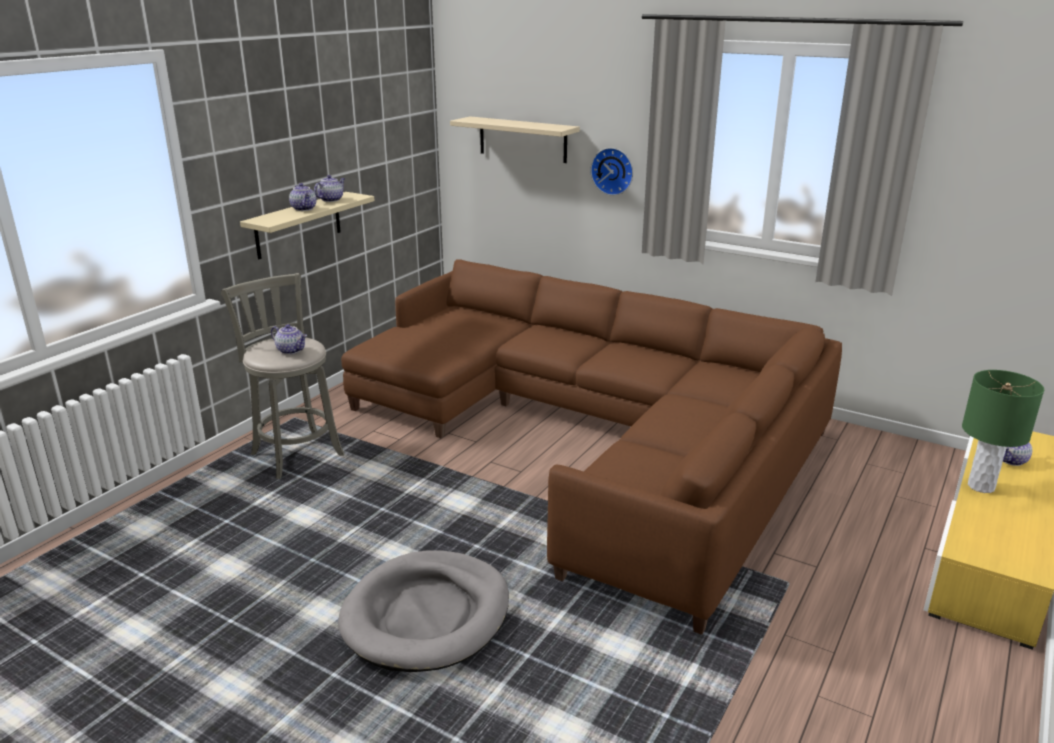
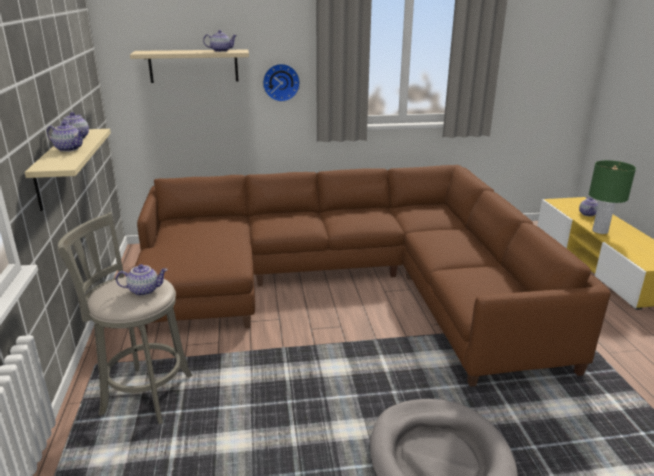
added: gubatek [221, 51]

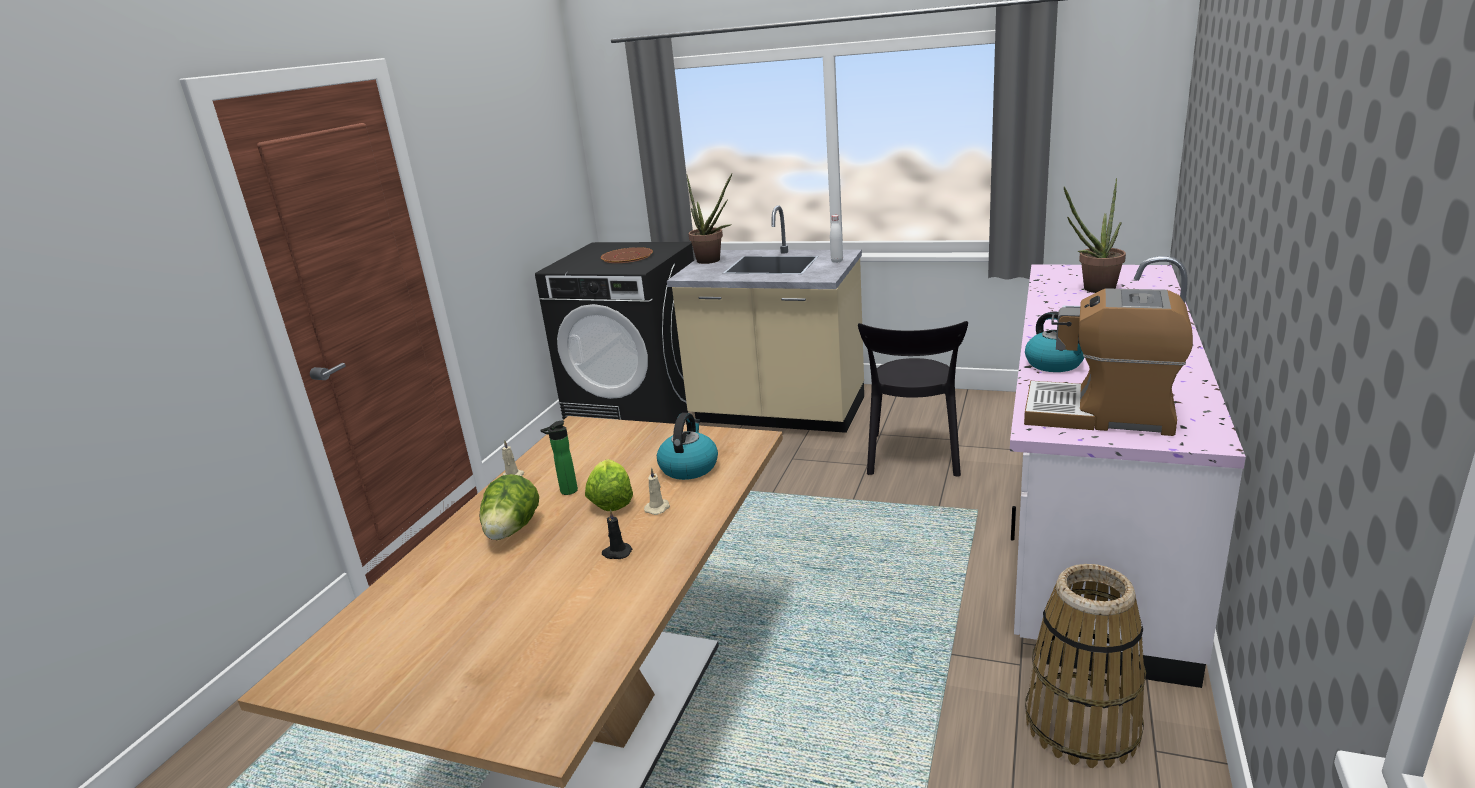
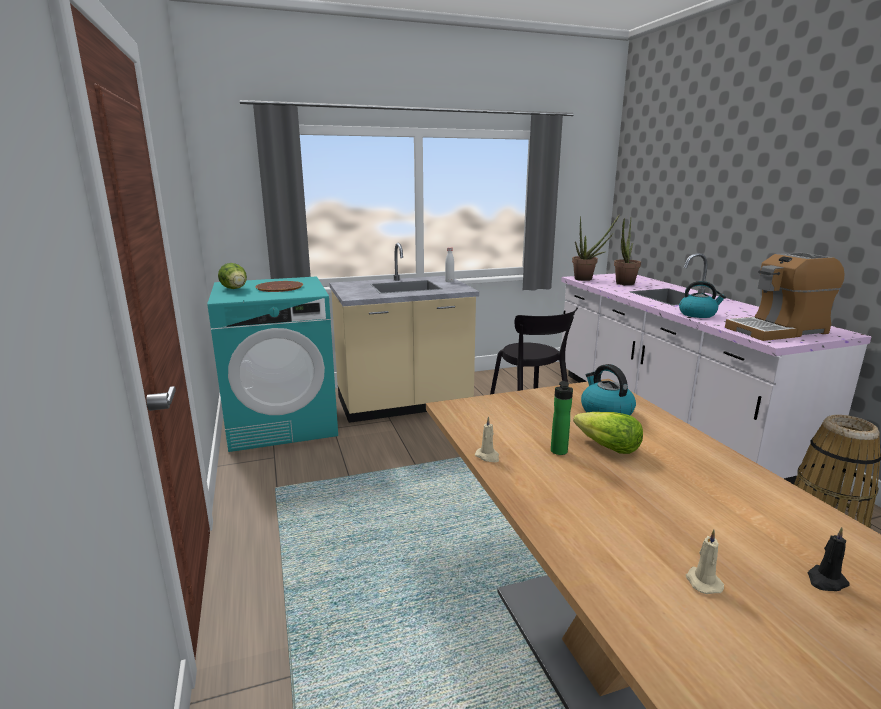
moved: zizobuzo [512, 531] to [235, 289]; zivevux [712, 261] to [587, 279]; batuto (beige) [658, 508] to [702, 581]; batuto (black) [616, 553] to [826, 581]
recoloured: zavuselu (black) [639, 407] to zavuselu (turquoise) [283, 423]

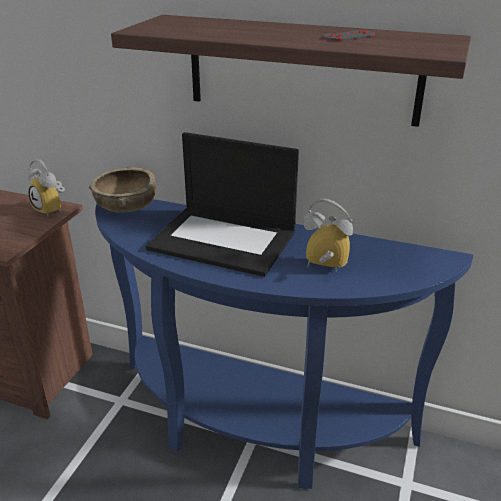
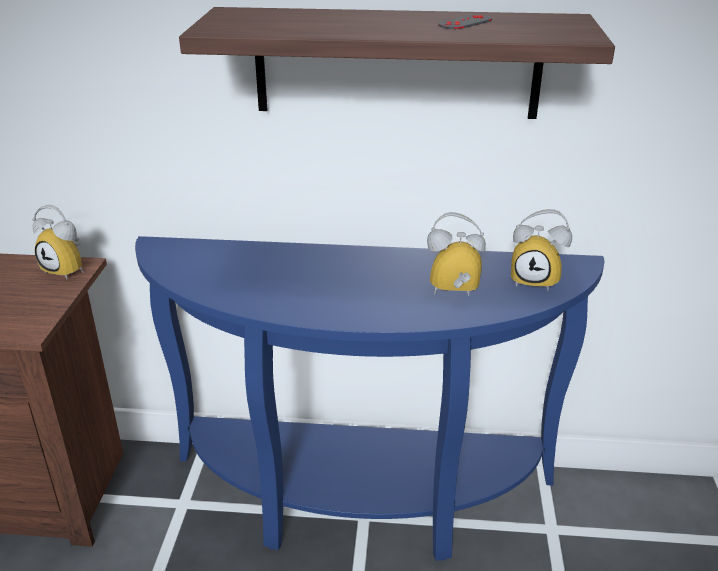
removed: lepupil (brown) [126, 206]; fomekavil [225, 240]
added: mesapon [536, 280]

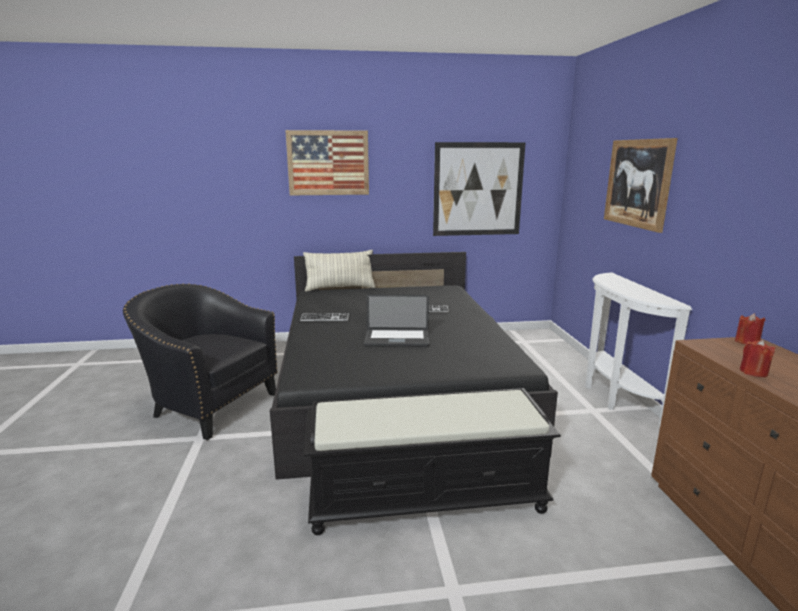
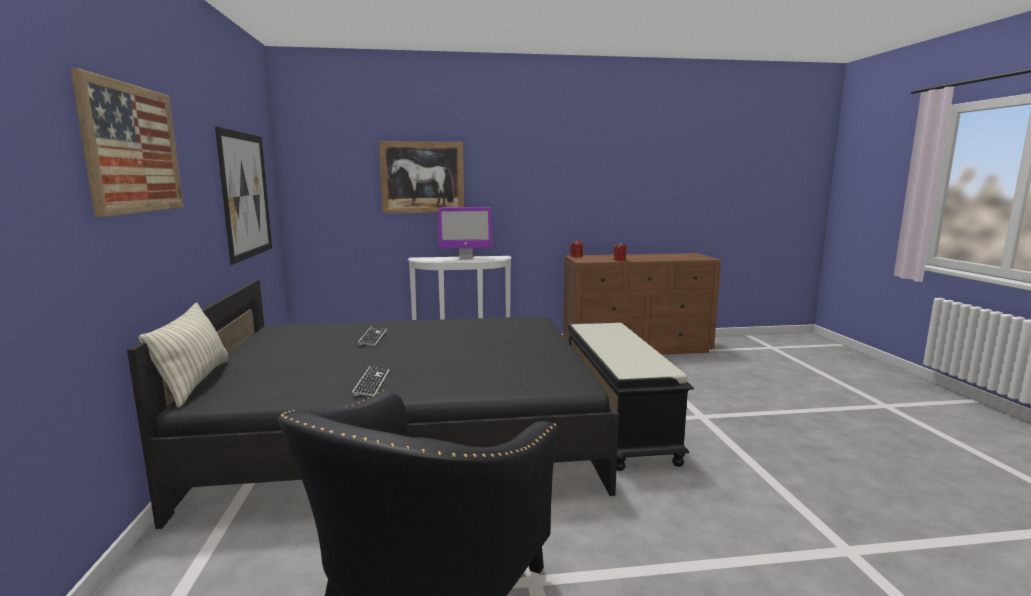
removed: fomekavil [397, 339]
added: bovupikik [465, 258]

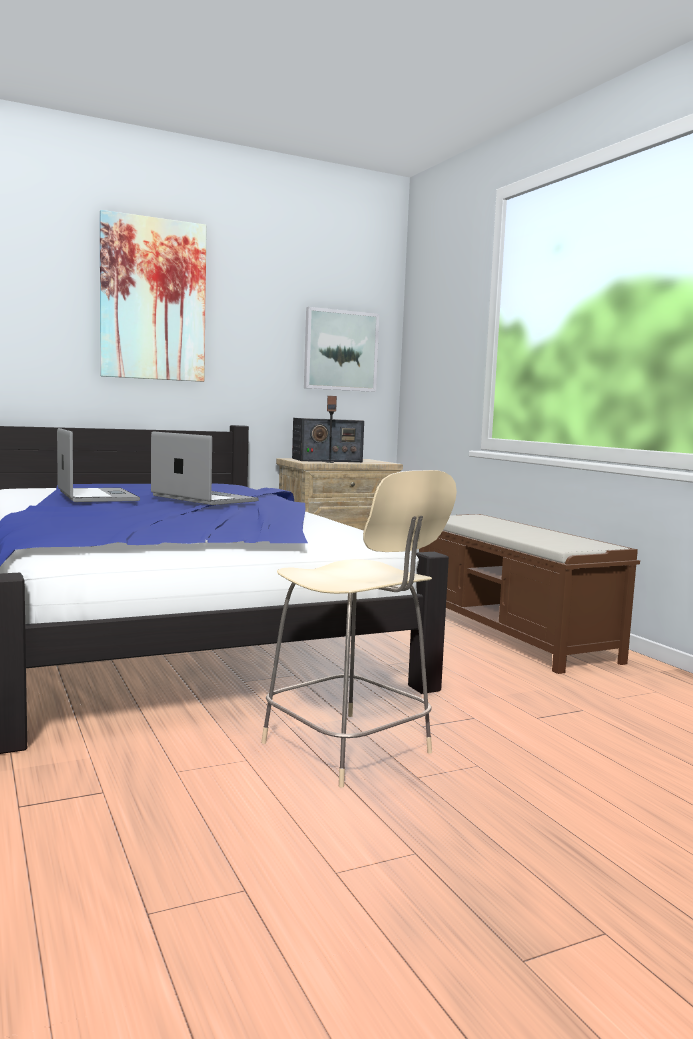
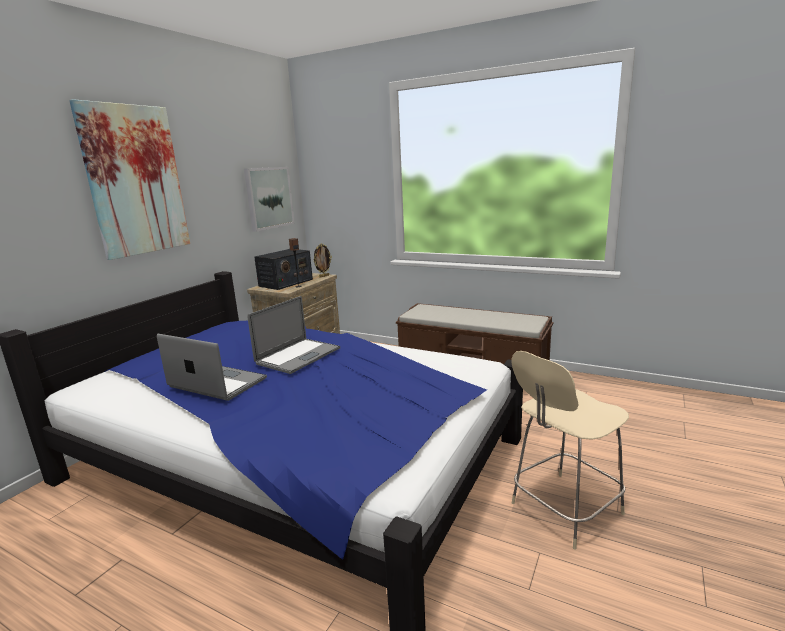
added: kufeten [324, 276]
turned: fomekavil [204, 498] = [298, 356] 120 degrees clockwise; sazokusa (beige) [350, 750] = [563, 510] 135 degrees clockwise

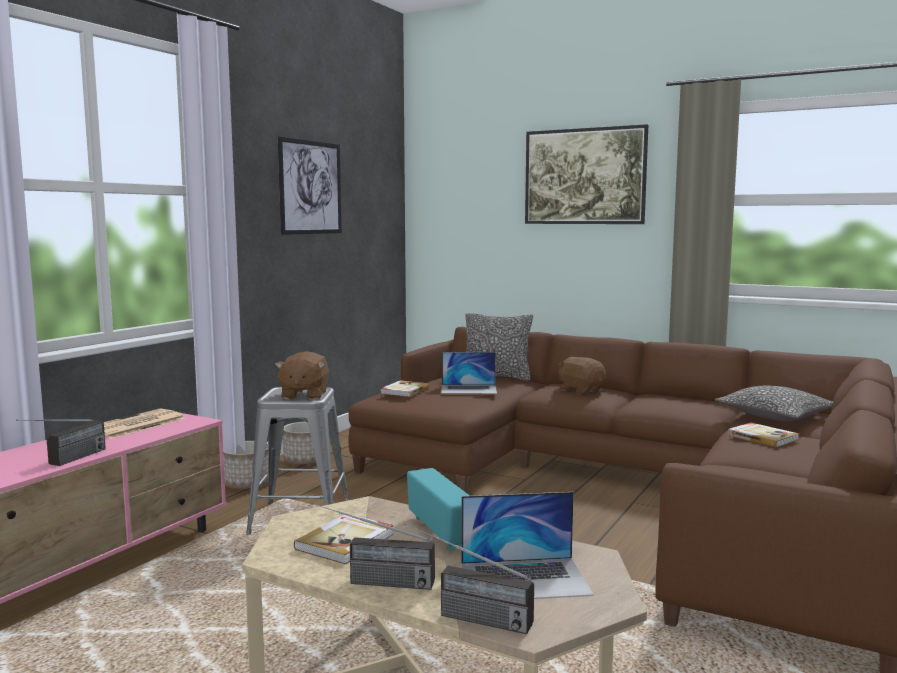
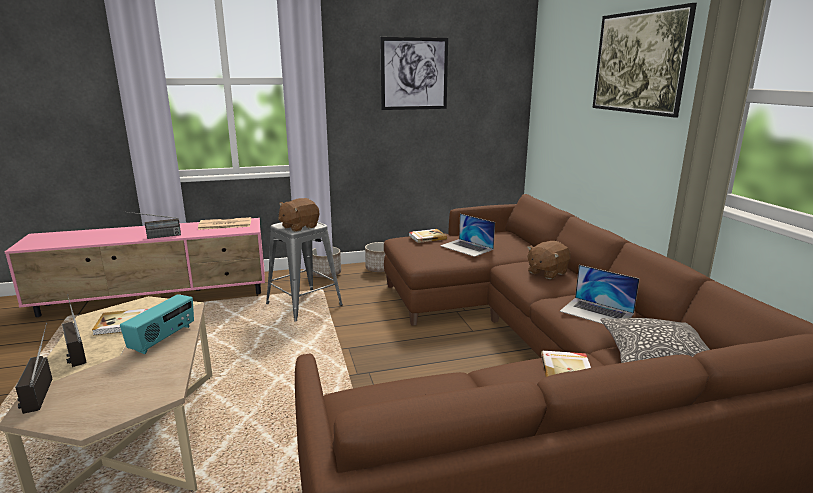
removed: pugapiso [496, 377]
moved: fomekavil [525, 579] to [597, 312]
turned: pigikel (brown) [580, 391] = [546, 272] 135 degrees counterclockwise

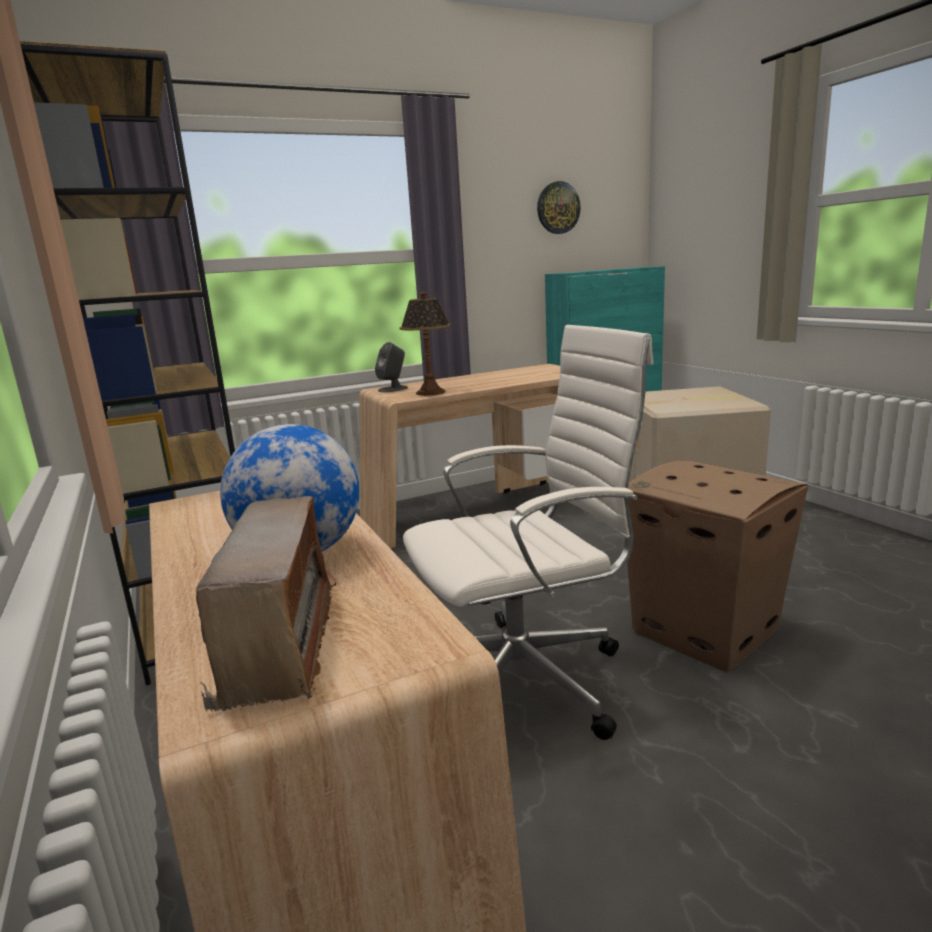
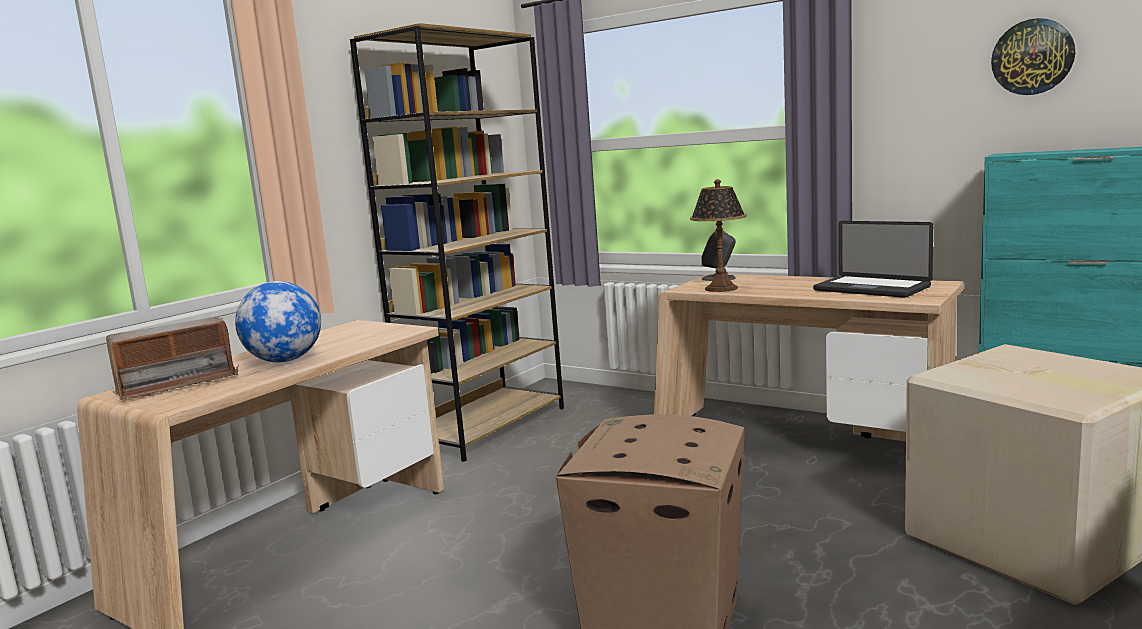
removed: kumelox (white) [526, 680]
added: fomekavil [871, 289]

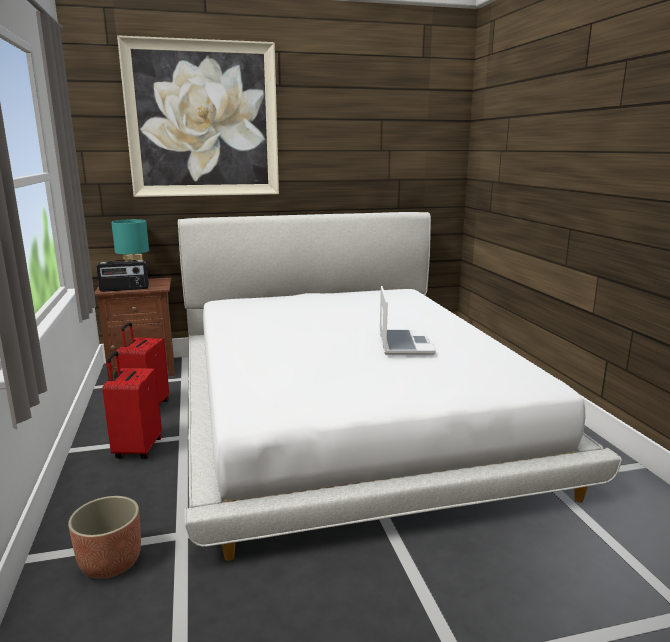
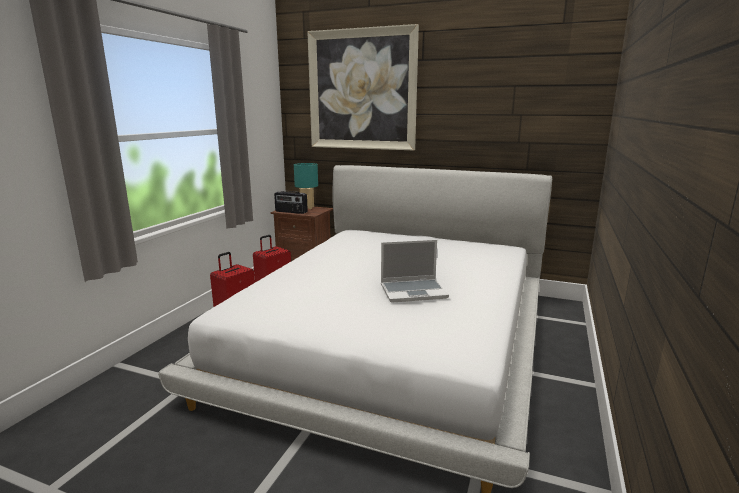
removed: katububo [110, 563]
turned: fomekavil [404, 343] = [414, 291] 45 degrees clockwise

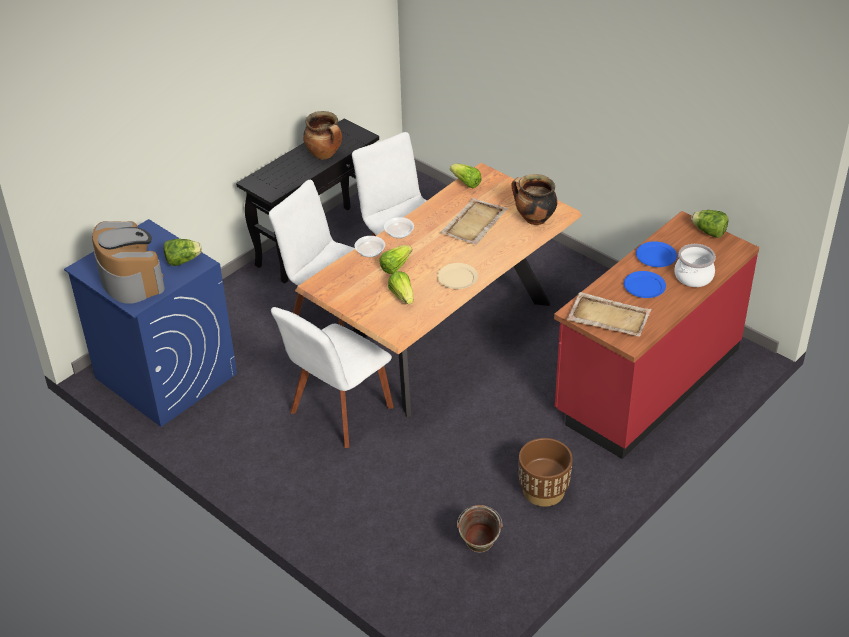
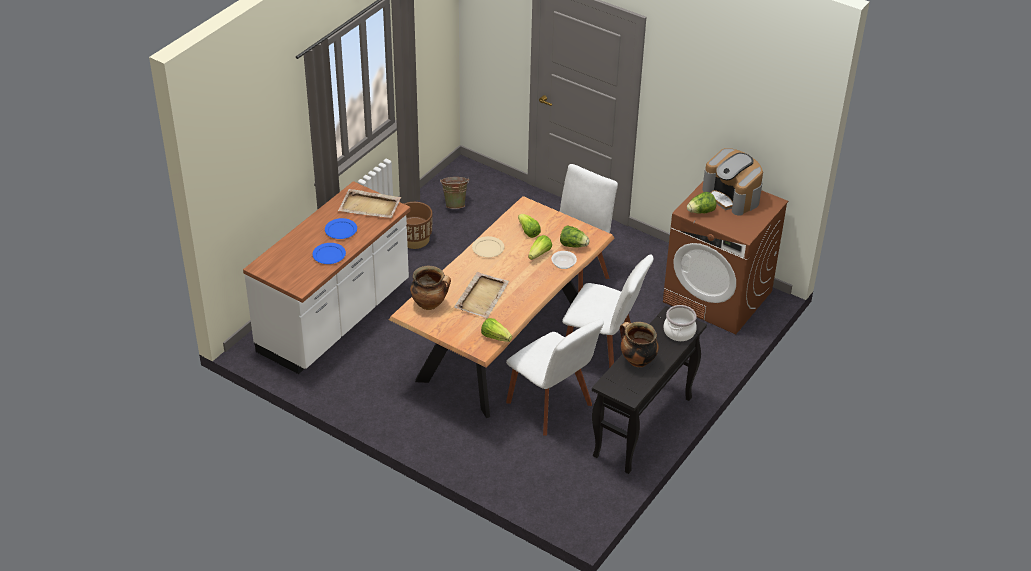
removed: lepupil [399, 233]
moved: zizobuzo [709, 232] to [573, 245]; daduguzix [694, 277] to [679, 331]
recoloured: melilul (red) [646, 381] to melilul (white) [335, 319]; zavuselu (blue) [165, 375] to zavuselu (brown) [718, 297]

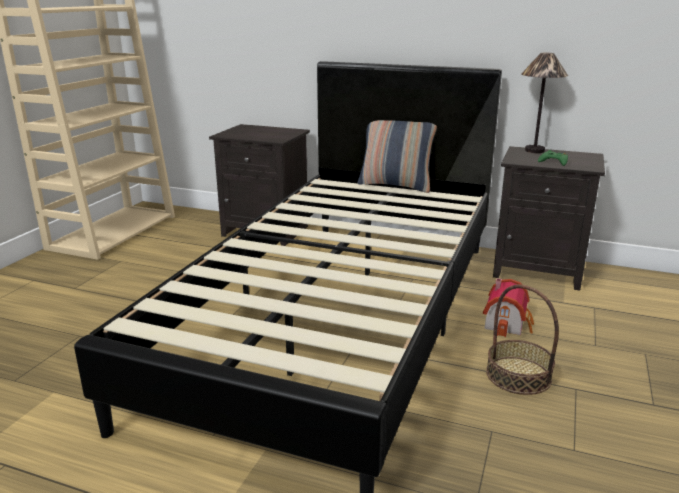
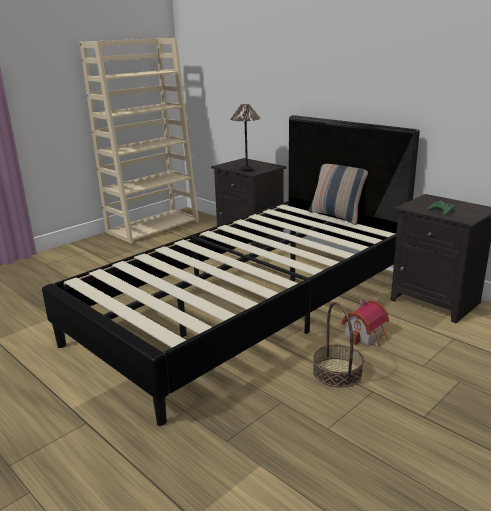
moved: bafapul [534, 150] to [246, 170]

